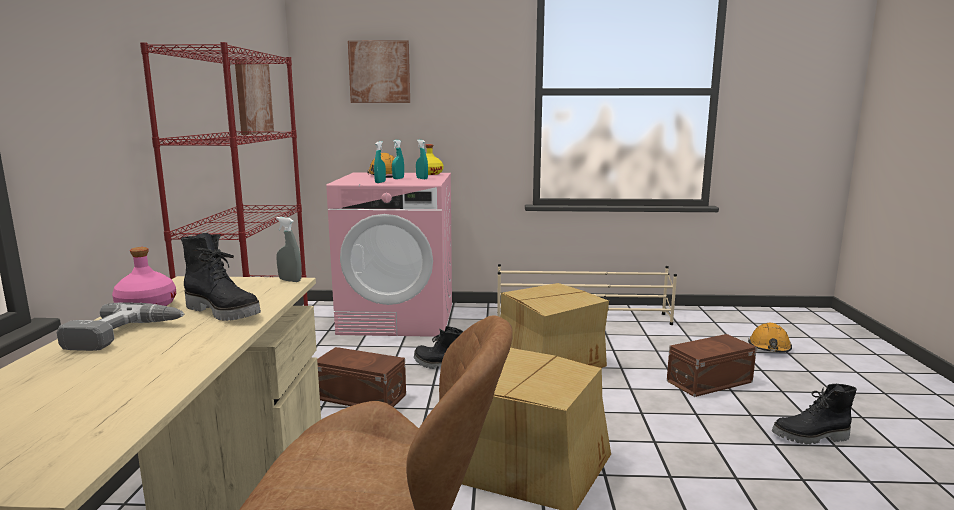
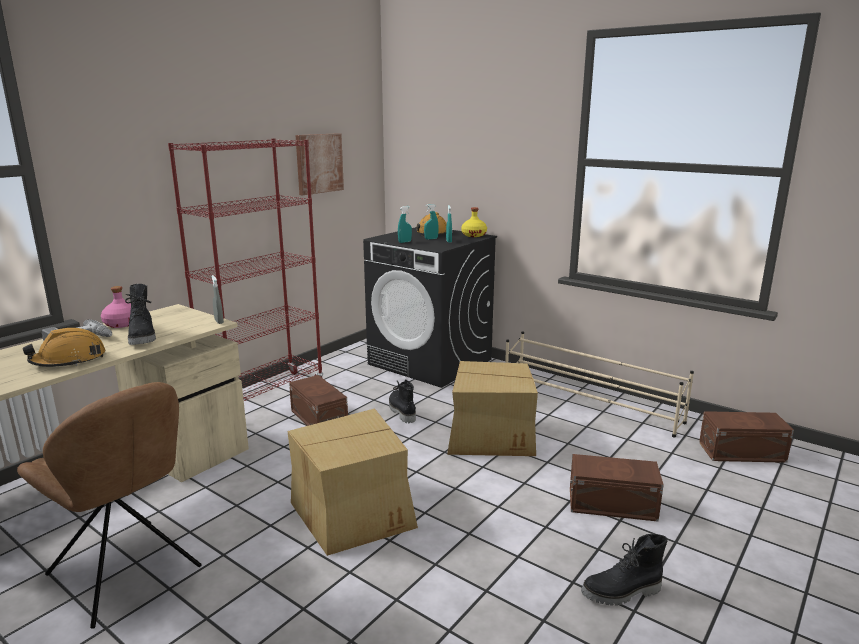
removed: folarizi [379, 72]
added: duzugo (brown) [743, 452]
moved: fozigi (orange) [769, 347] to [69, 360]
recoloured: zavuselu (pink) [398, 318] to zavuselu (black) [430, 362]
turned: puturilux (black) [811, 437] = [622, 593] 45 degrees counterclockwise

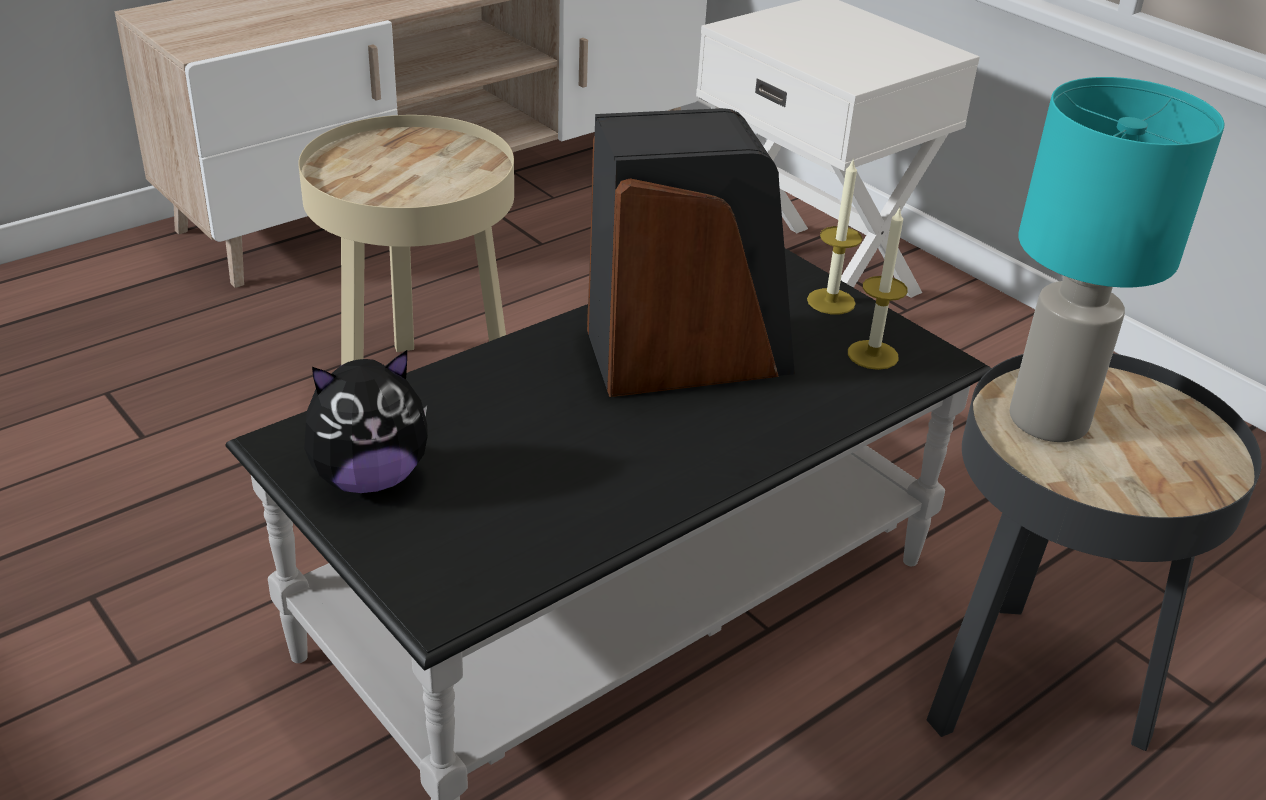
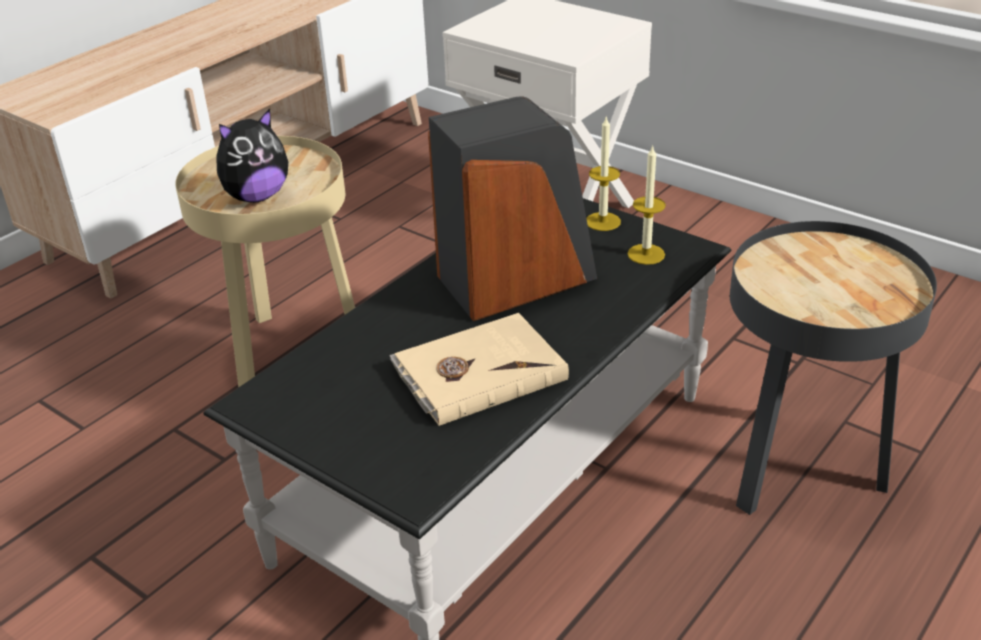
removed: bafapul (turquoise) [1049, 422]
added: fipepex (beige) [478, 372]
moved: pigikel [369, 478] to [256, 196]

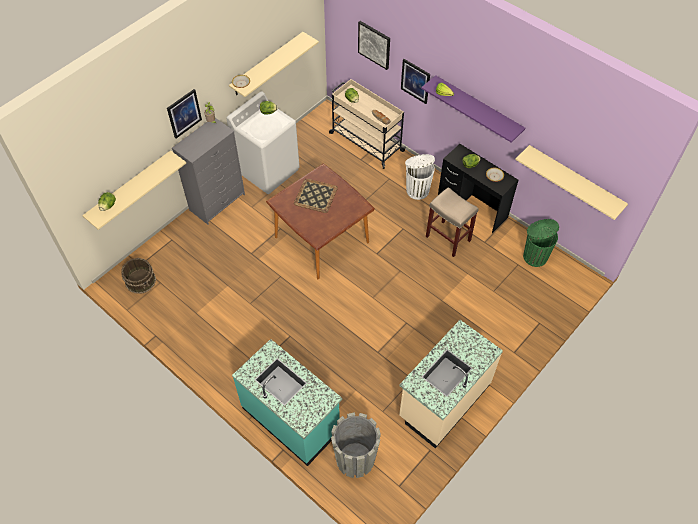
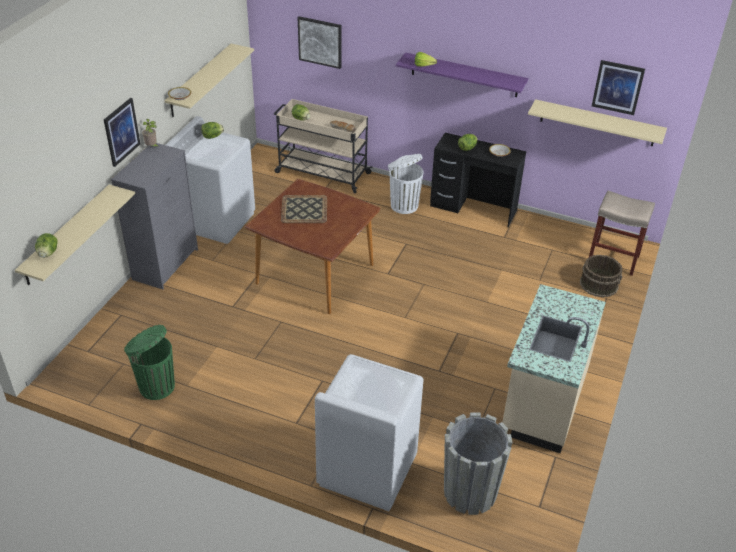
moved: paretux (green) [534, 256] to [156, 386]; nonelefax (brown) [141, 280] to [599, 284]; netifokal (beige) [447, 238] to [612, 259]; folarizi [415, 81] to [617, 87]
replaced: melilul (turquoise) [291, 419] to zavuselu (white) [367, 470]

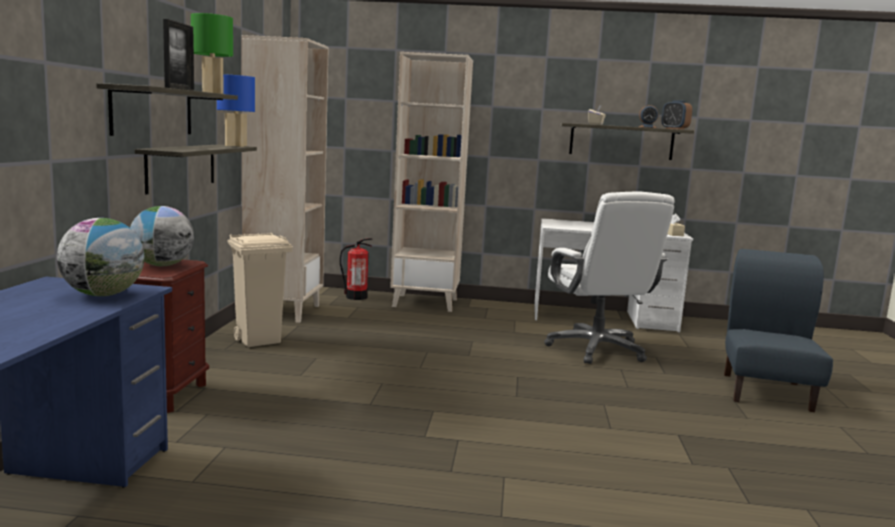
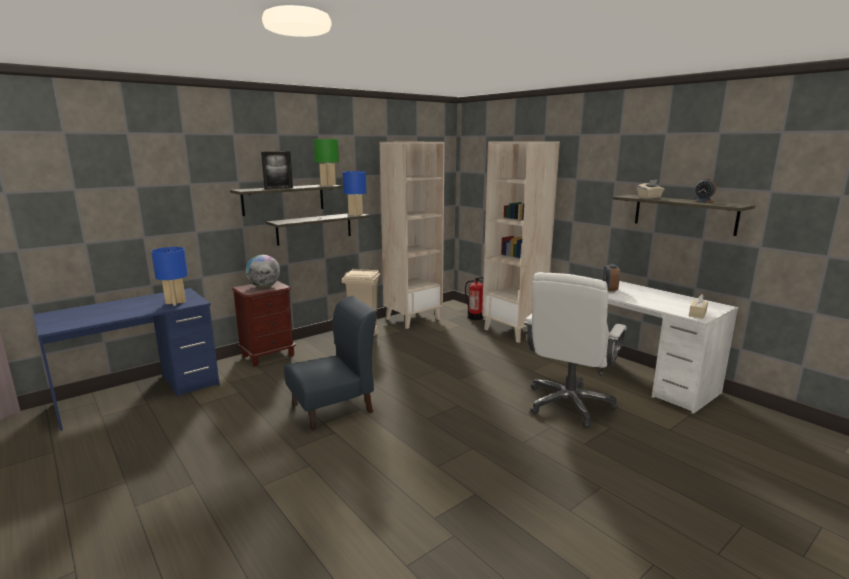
moved: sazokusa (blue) [766, 391] to [333, 408]; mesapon [674, 129] to [609, 289]
replaced: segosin [103, 295] to bafapul (blue) [176, 303]

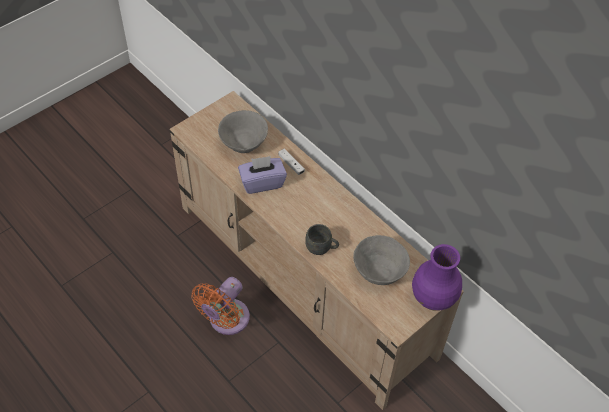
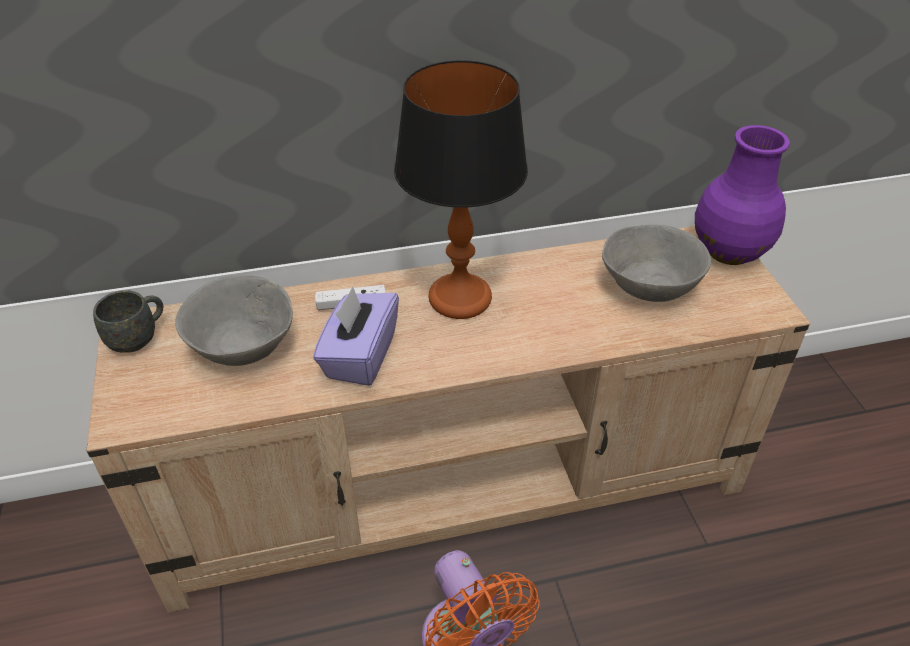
added: bafapul [460, 299]
moved: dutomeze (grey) [321, 248] to [139, 337]

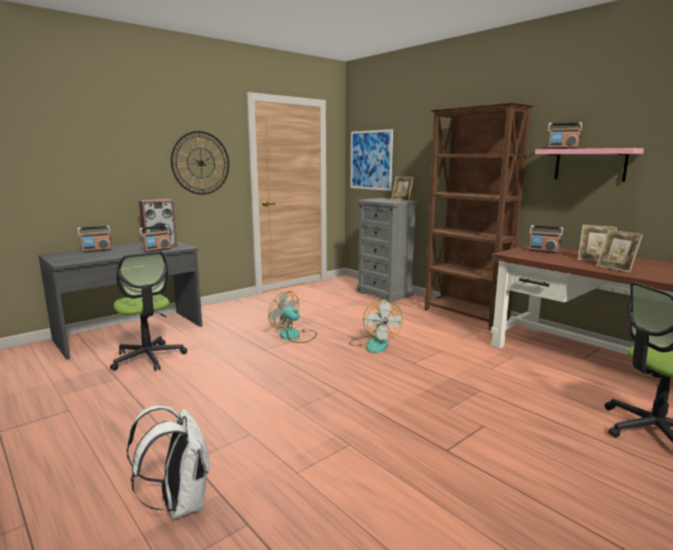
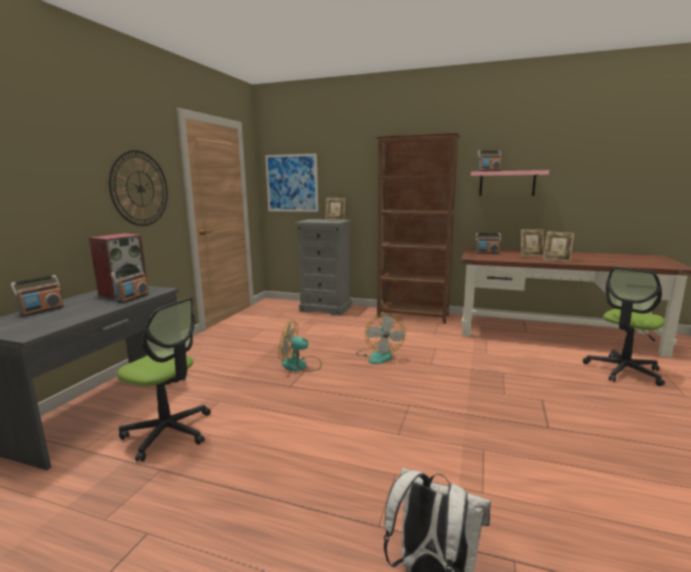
turned: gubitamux [374, 344] = [379, 355] 45 degrees clockwise

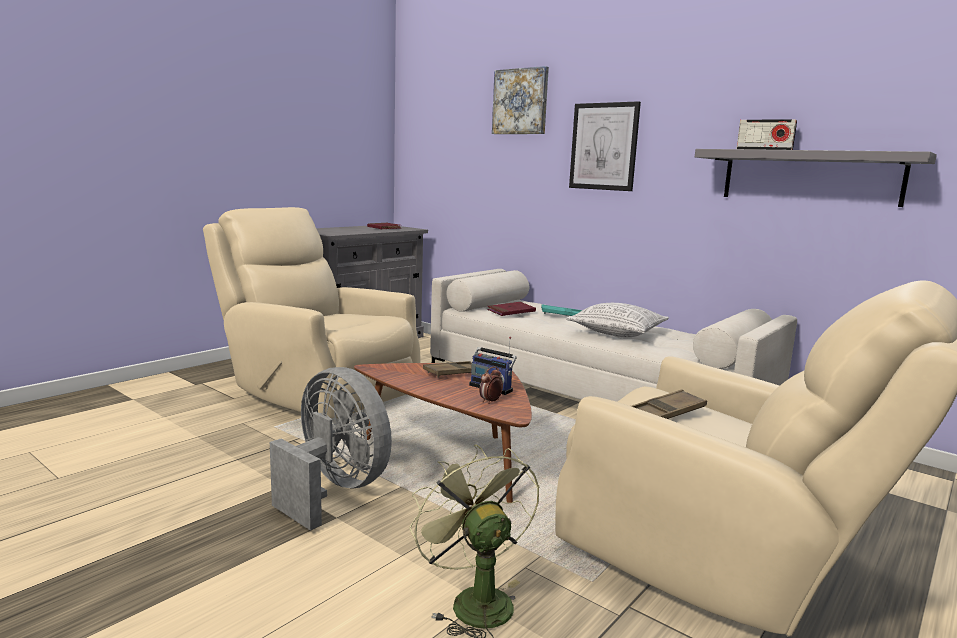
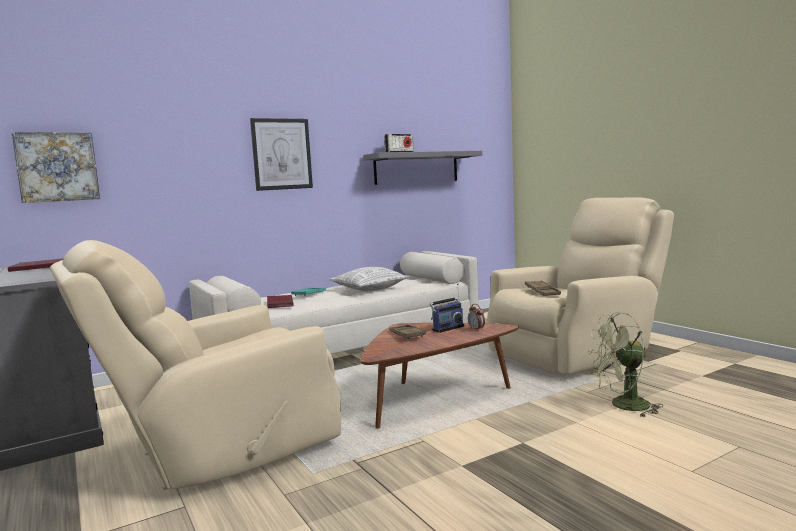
removed: gubitamux (grey) [334, 490]
moved: folarizi [520, 101] to [57, 167]

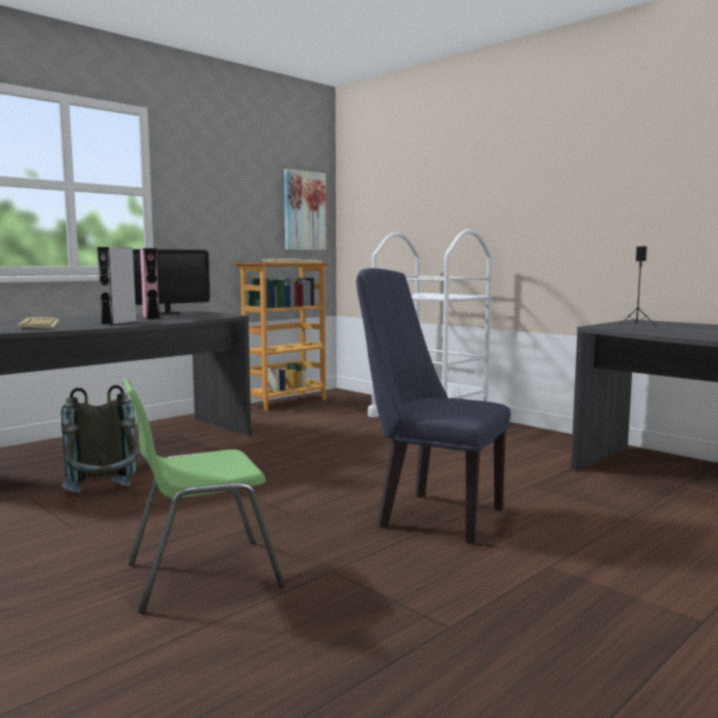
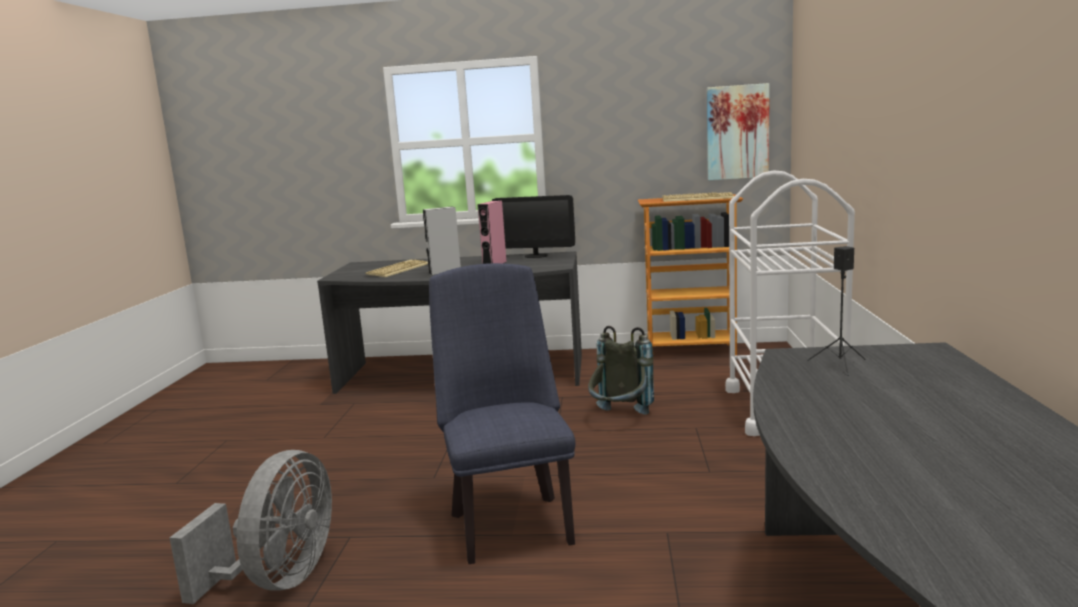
removed: sazokusa (green) [200, 574]
added: gubitamux (grey) [278, 580]
moved: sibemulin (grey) [104, 496] to [620, 419]

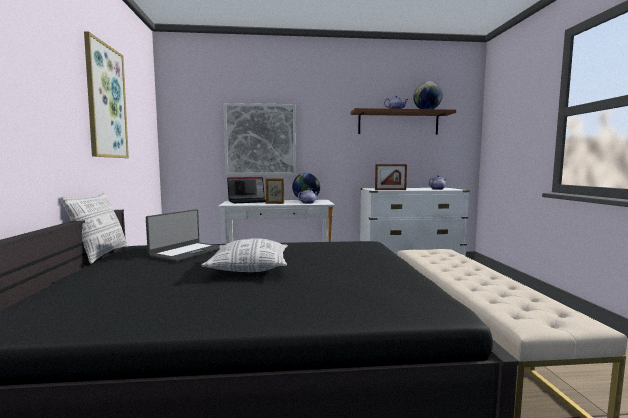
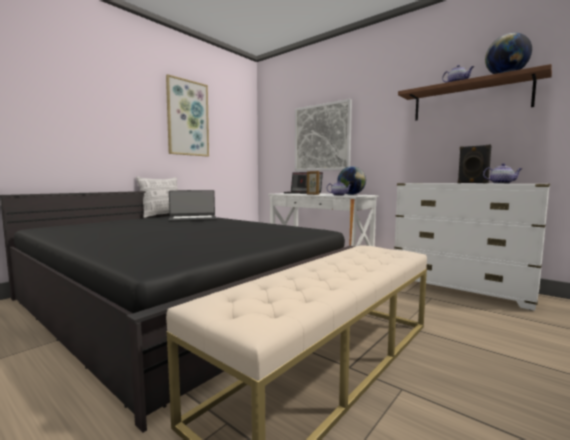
removed: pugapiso [249, 268]; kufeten [390, 190]
added: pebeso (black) [472, 183]

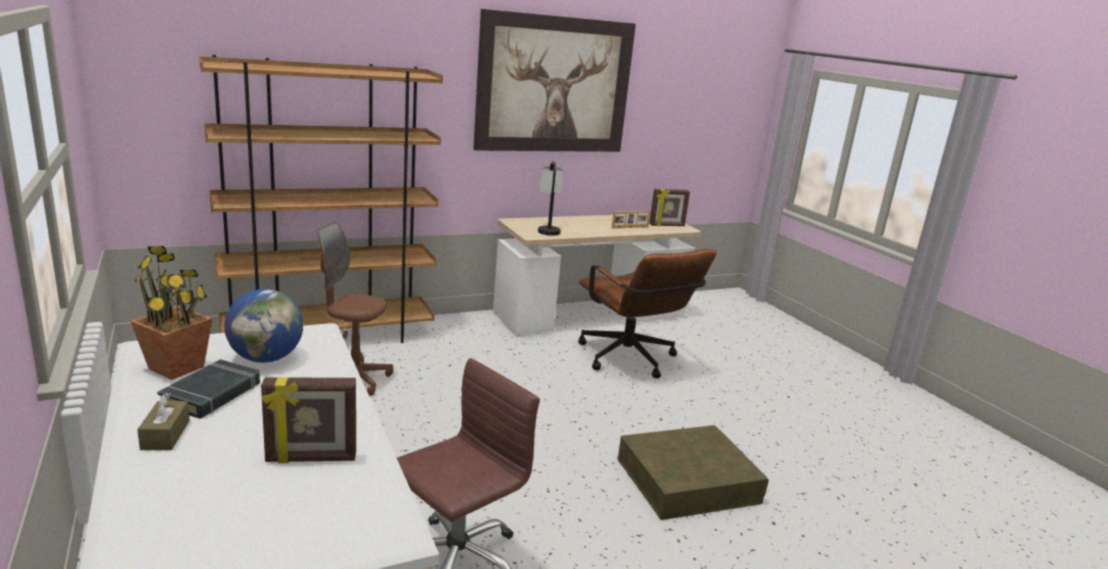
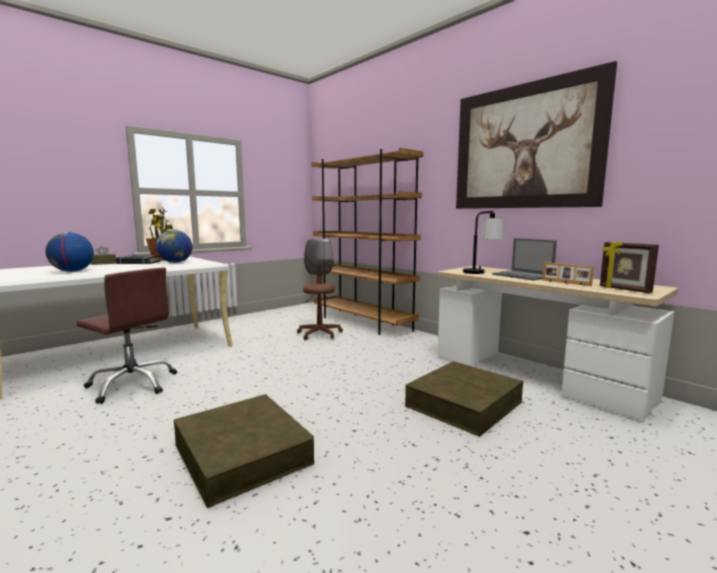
added: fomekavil [523, 276]
replaced: kufeten [311, 459] to segosin [72, 271]; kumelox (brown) [631, 361] to duzugo (brown) [463, 404]

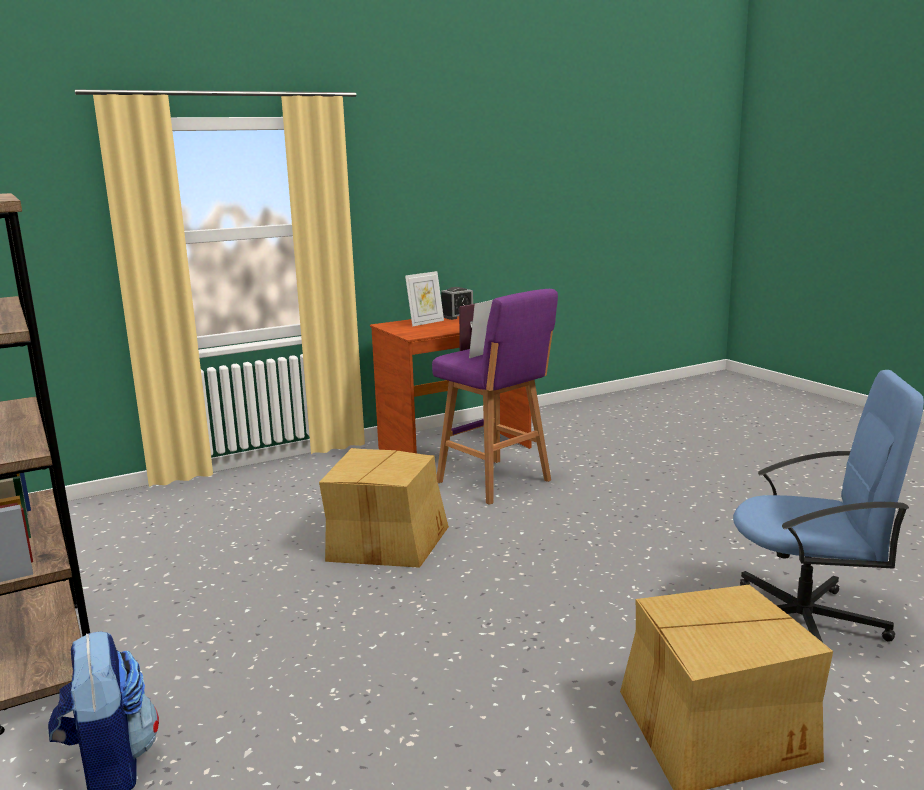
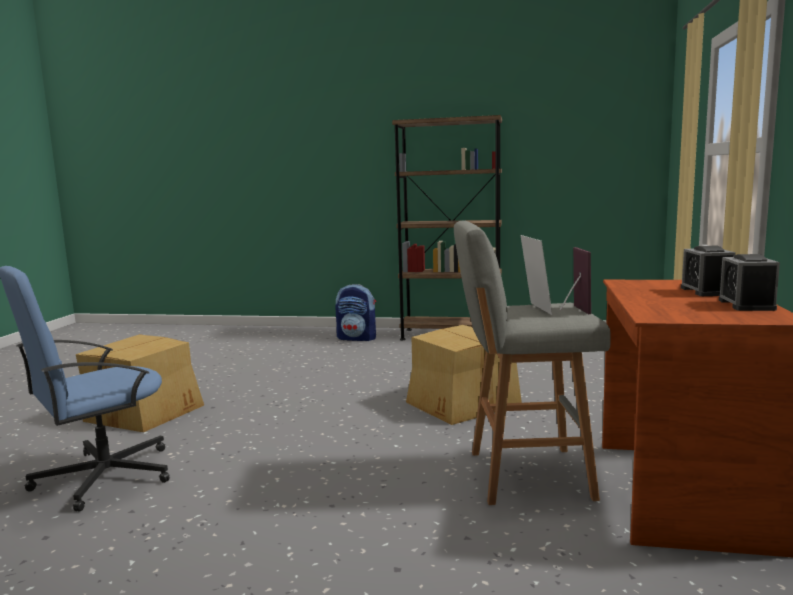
replaced: kufeten [425, 323] to mesapon [706, 291]
recoloured: netifokal (purple) [496, 482] to netifokal (grey) [524, 475]

